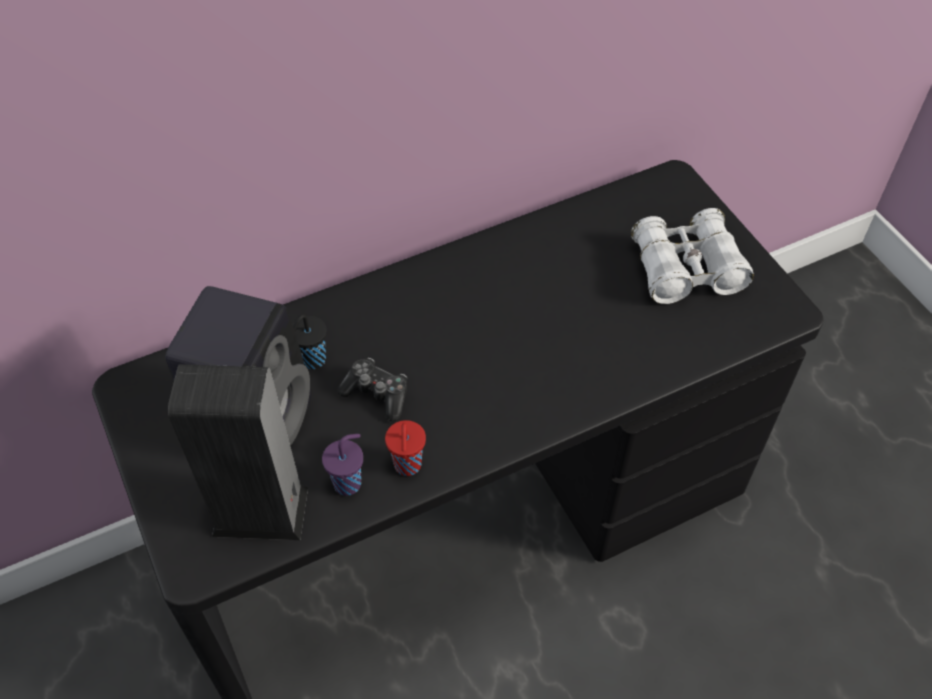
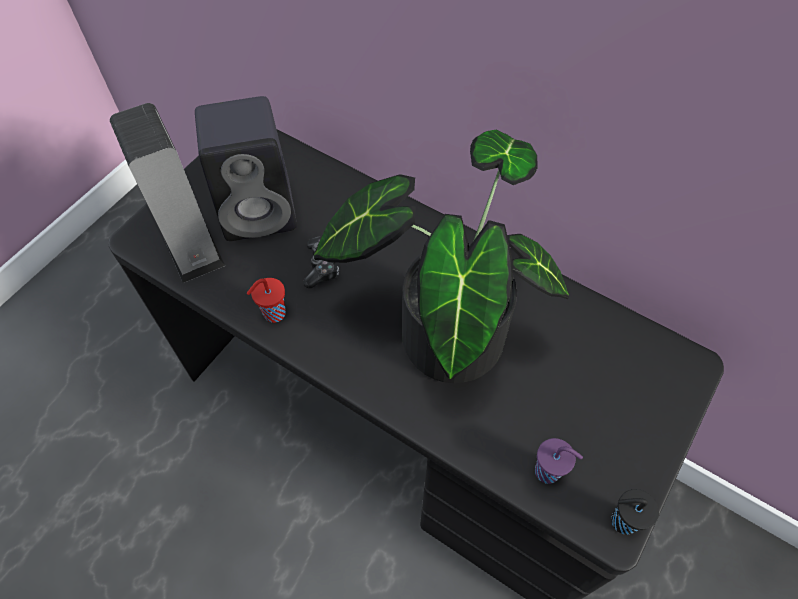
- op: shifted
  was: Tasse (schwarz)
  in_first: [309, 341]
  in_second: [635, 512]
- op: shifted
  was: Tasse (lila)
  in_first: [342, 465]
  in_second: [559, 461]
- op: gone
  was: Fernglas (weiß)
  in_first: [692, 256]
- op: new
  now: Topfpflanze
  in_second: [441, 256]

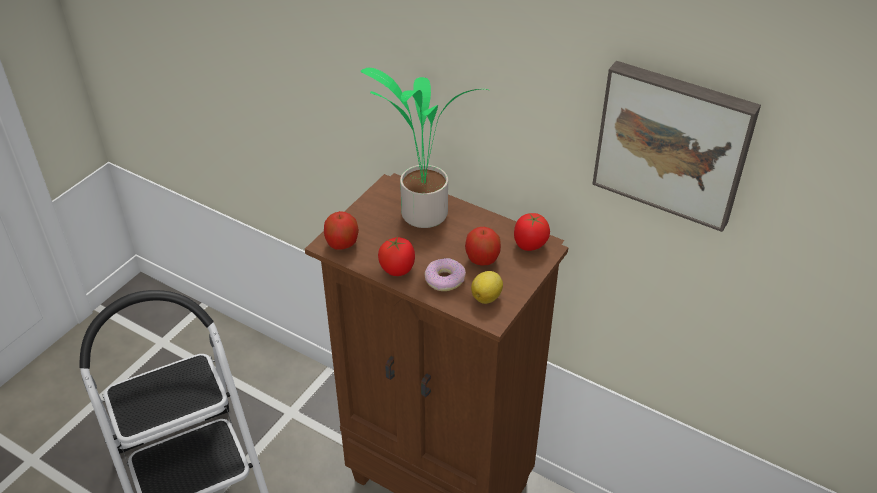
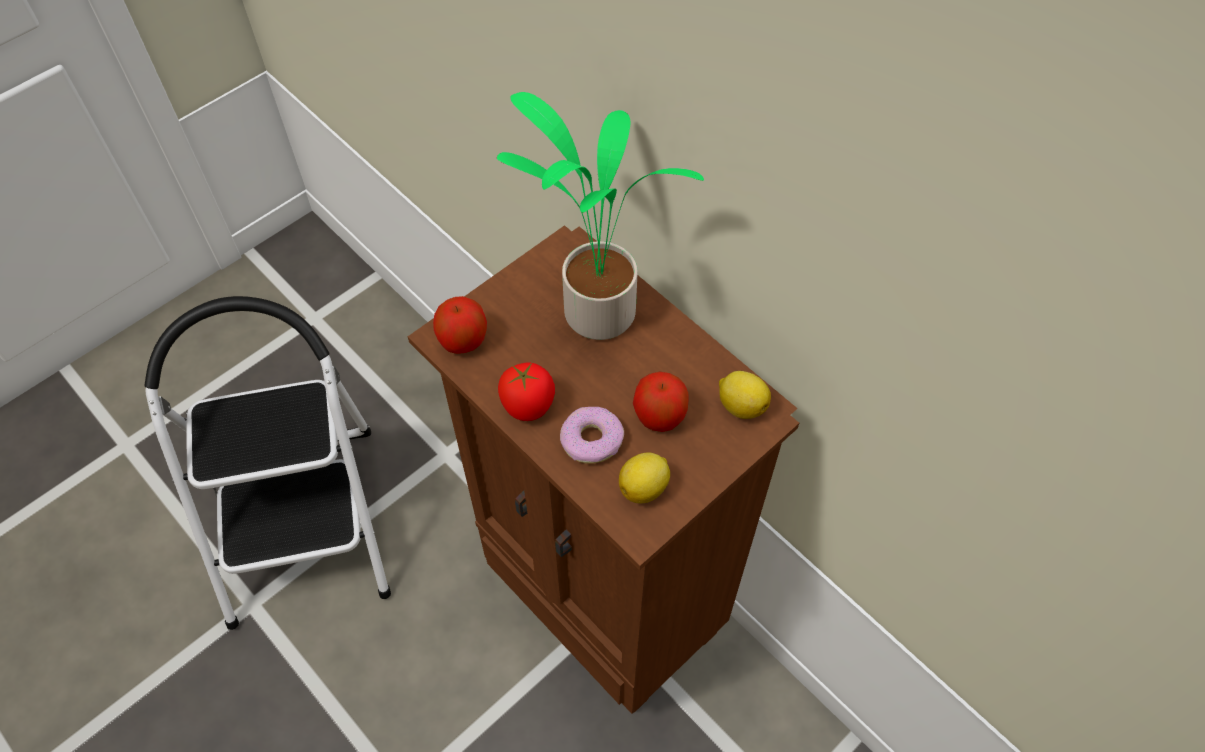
- op: swapped
  was: Tomate
  now: Zitrone
  in_first: [532, 232]
  in_second: [745, 395]
- op: gone
  was: Bild
  in_first: [676, 146]

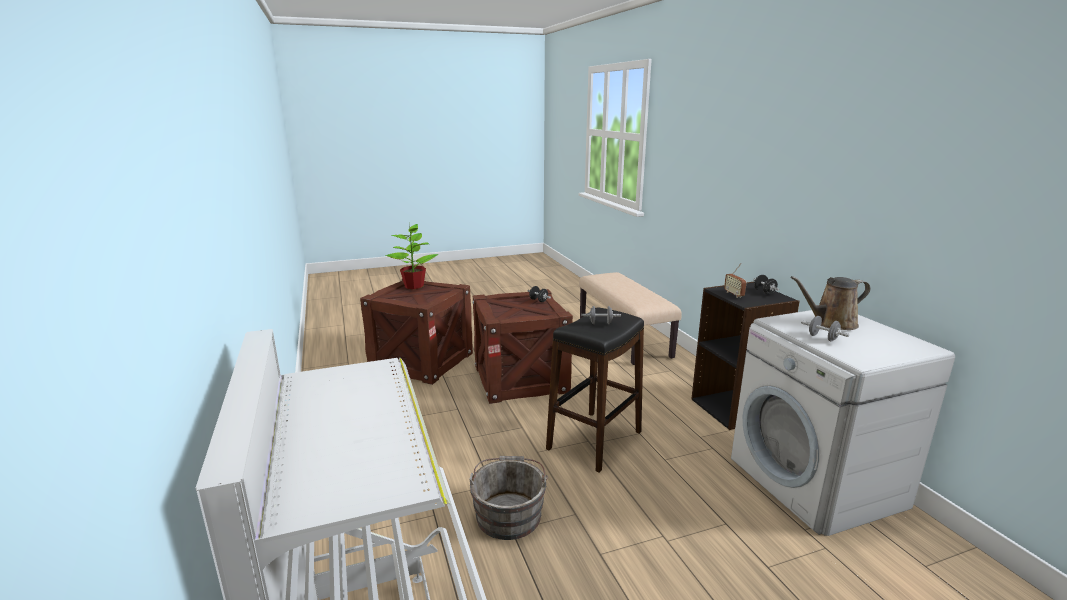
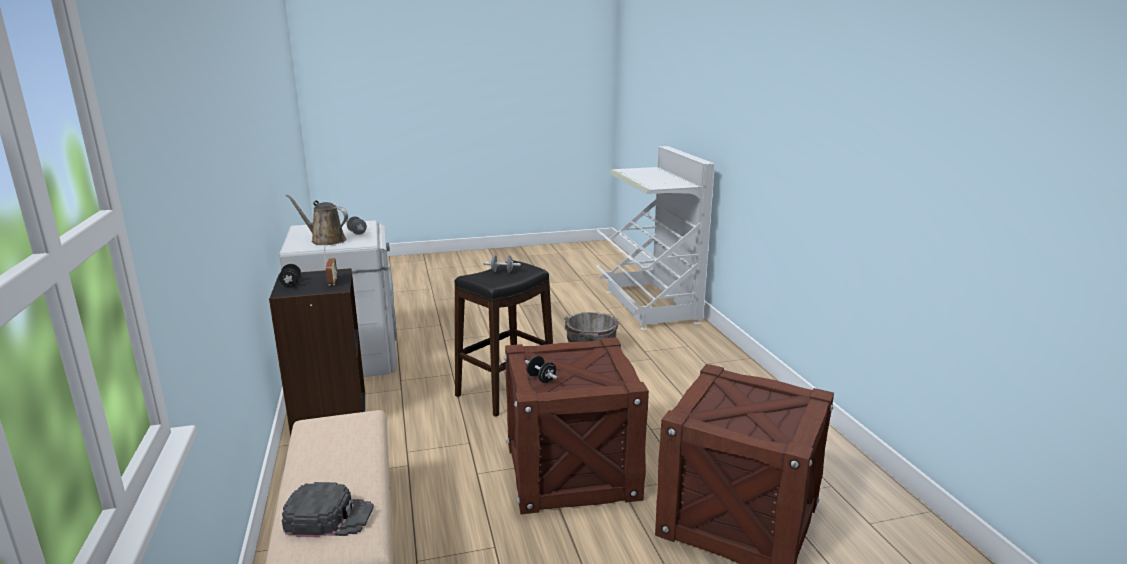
- op: gone
  was: Topfpflanze
  in_first: [412, 255]
- op: rotated
  was: Gießkanne (braun)
  in_first: [830, 303]
  in_second: [317, 219]
  clockwise: -150
- op: new
  now: Kappe (schwarz)
  in_second: [328, 509]

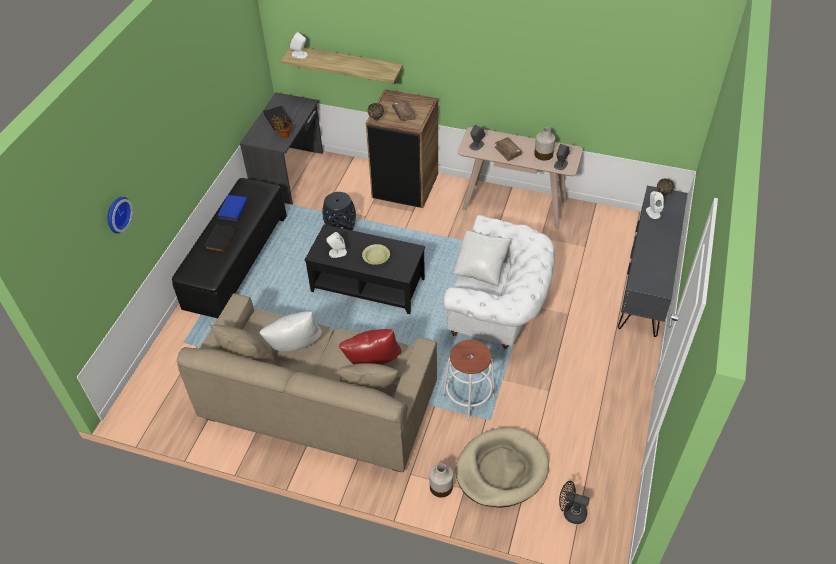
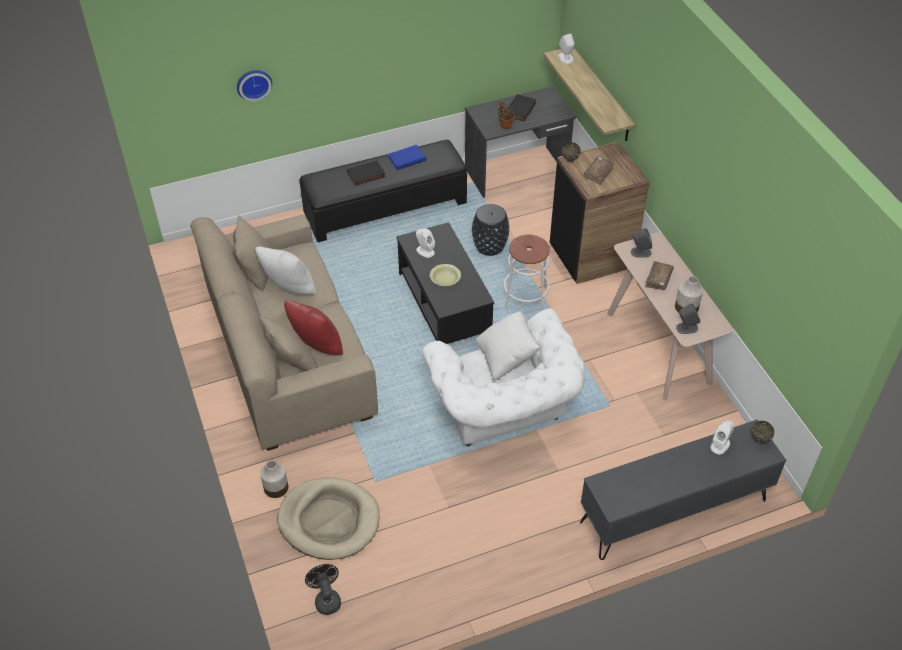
- op: shifted
  was: Hocker (weiß)
  in_first: [468, 380]
  in_second: [527, 273]

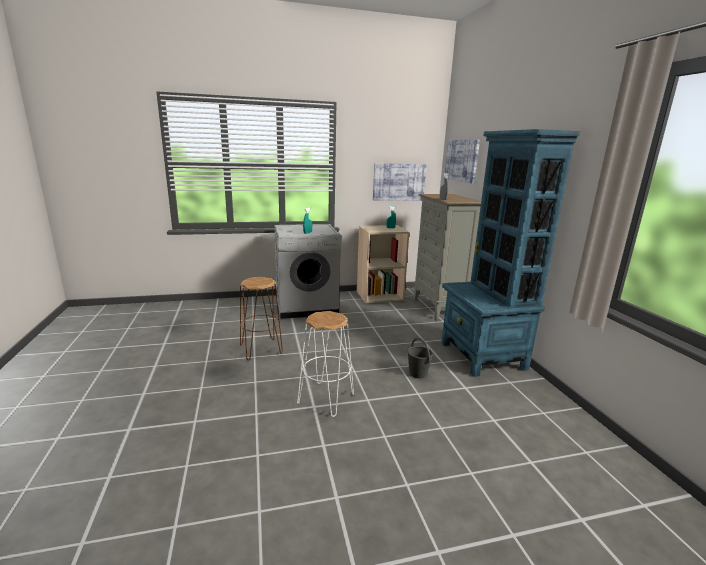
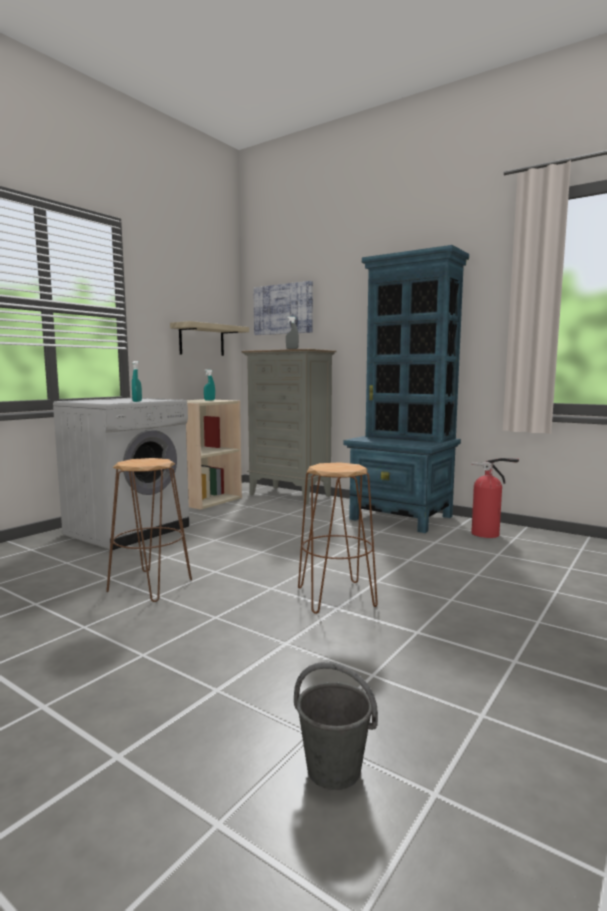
- op: repainted
  was: Hocker (weiß)
  now: Hocker (braun)
  in_first: [325, 364]
  in_second: [338, 538]
- op: swapped
  was: Bild
  now: Wandregal
  in_first: [400, 182]
  in_second: [209, 338]
- op: shifted
  was: Eimer (grau)
  in_first: [420, 357]
  in_second: [336, 726]
- op: new
  now: Feuerlöscher
  in_second: [495, 498]

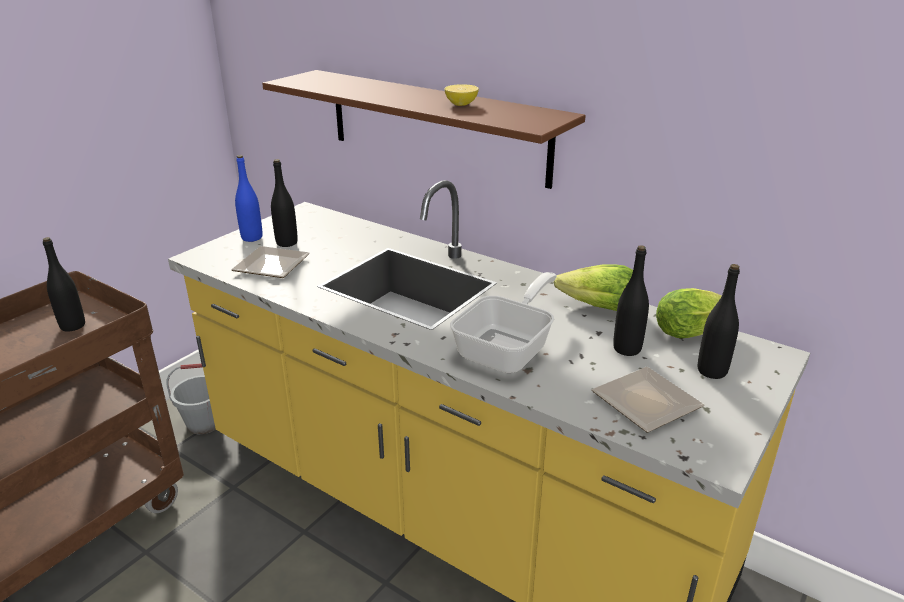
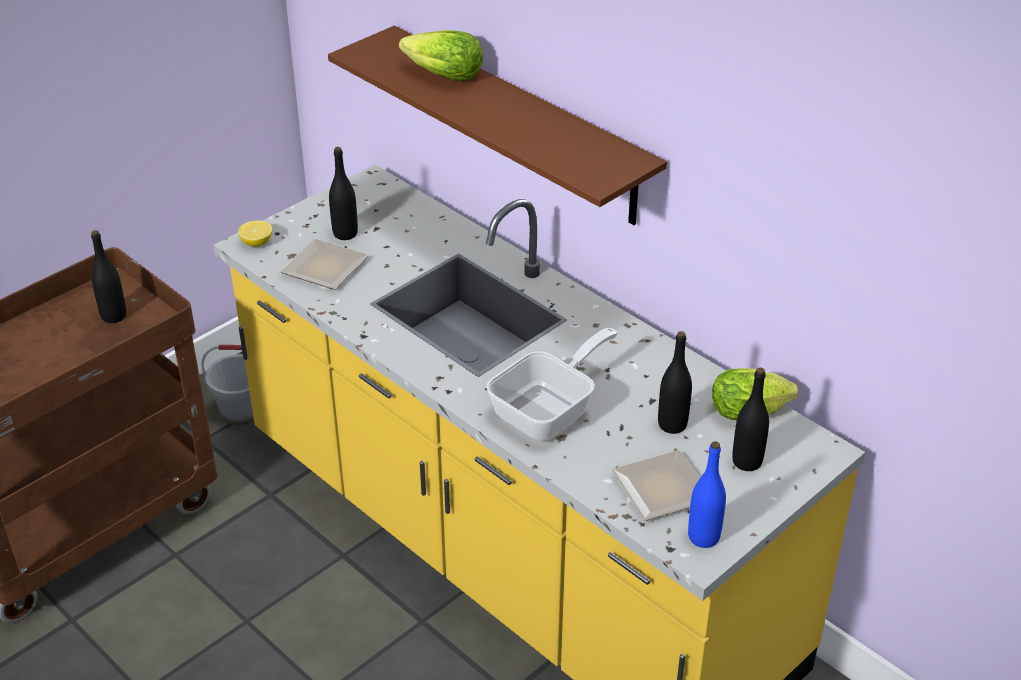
- op: shifted
  was: Flasche (blau)
  in_first: [249, 198]
  in_second: [707, 494]
- op: shifted
  was: Zitrone
  in_first: [461, 95]
  in_second: [255, 233]
- op: shifted
  was: Salatkopf
  in_first: [593, 288]
  in_second: [441, 55]

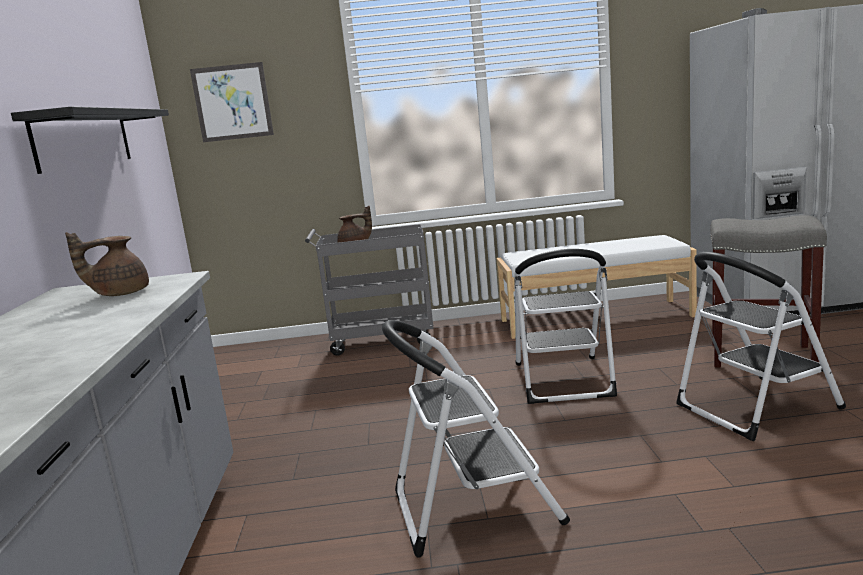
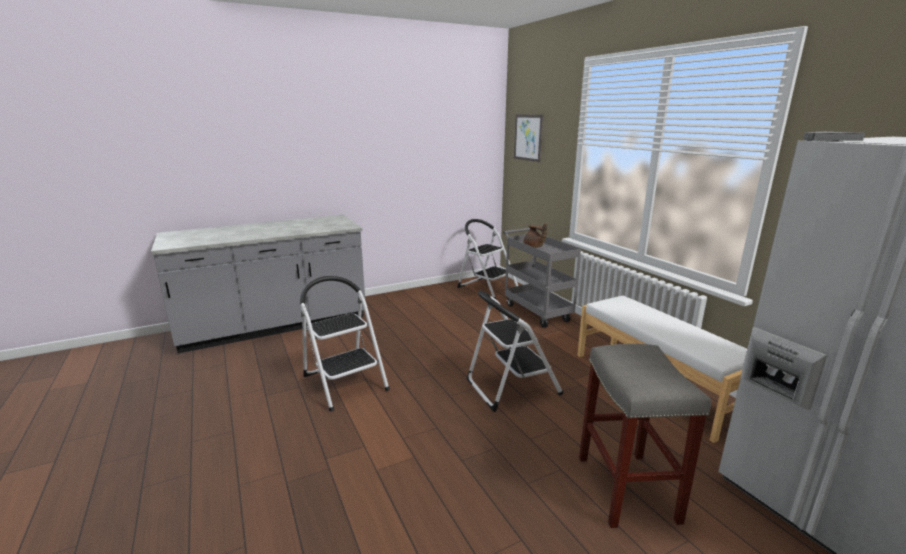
- op: gone
  was: Wandregal (schwarz)
  in_first: [90, 140]
- op: gone
  was: Teekanne (braun)
  in_first: [107, 264]
- op: shifted
  was: Trittleiter
  in_first: [761, 346]
  in_second: [487, 259]

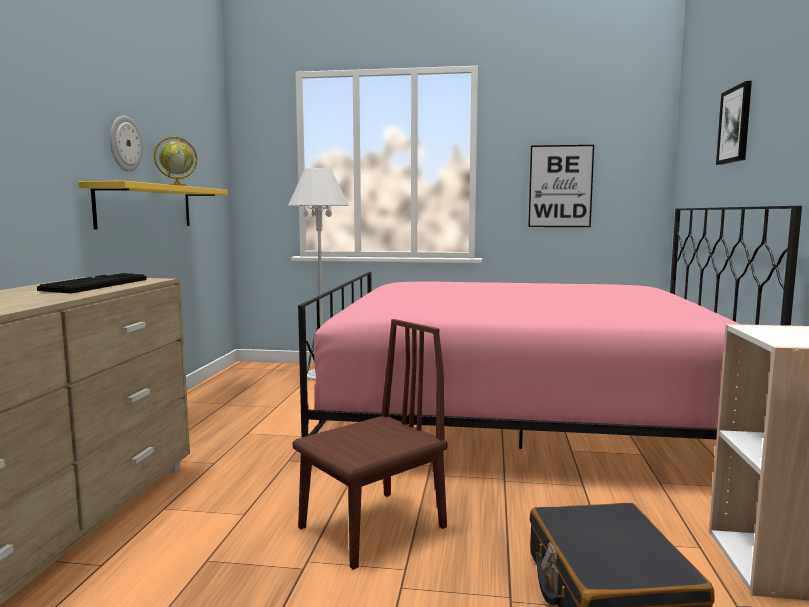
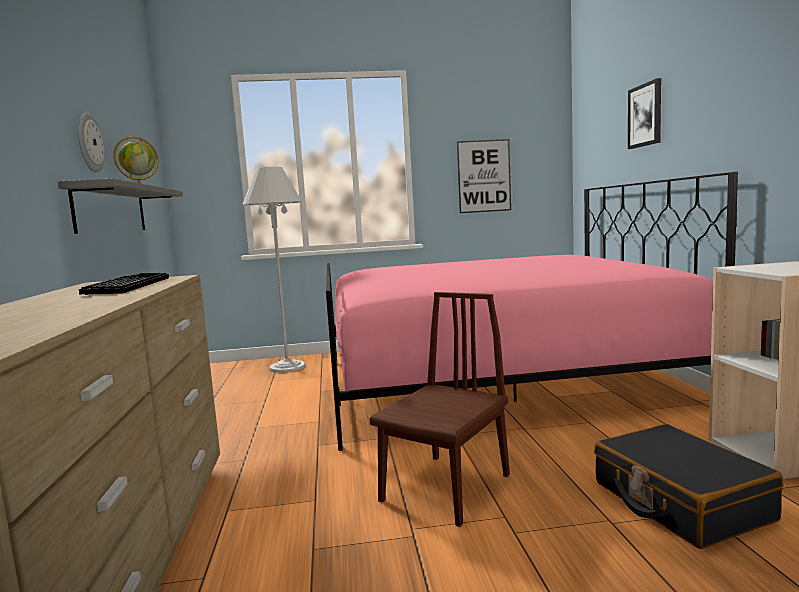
- op: repainted
  was: Wandregal (gelb)
  now: Wandregal (grau)
  in_first: [153, 205]
  in_second: [120, 206]

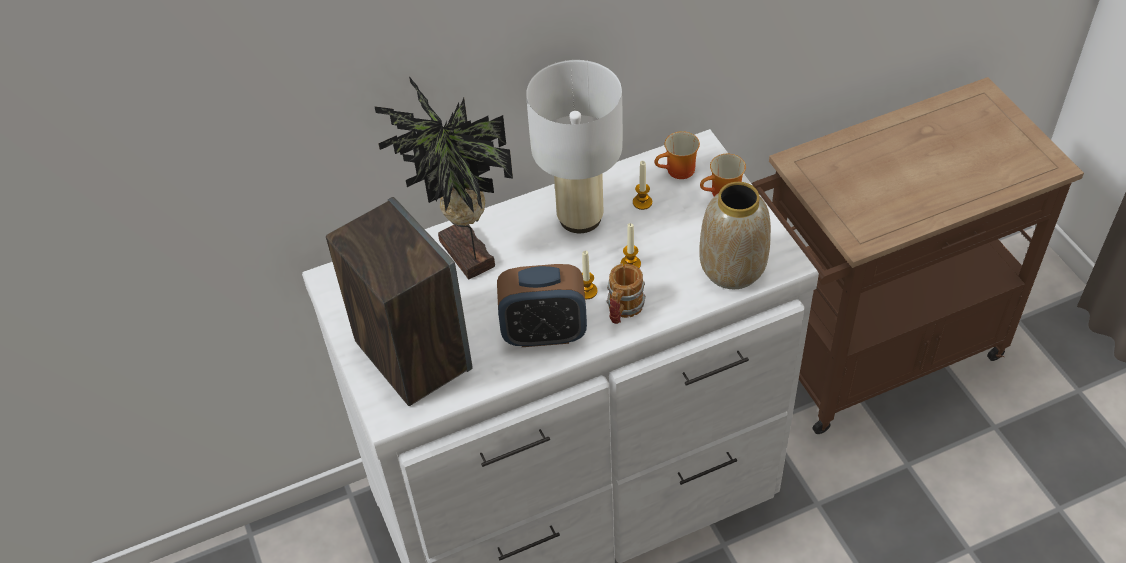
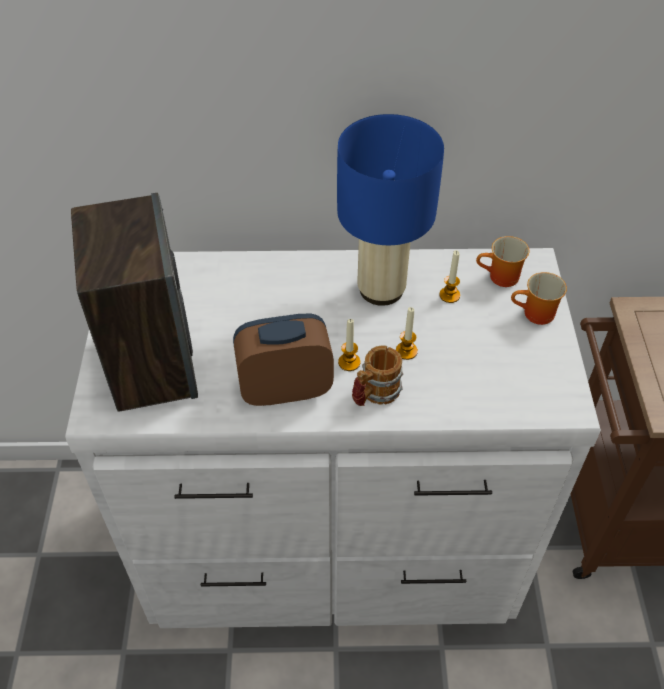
- op: gone
  was: Topfpflanze
  in_first: [443, 177]
- op: rotated
  was: Wecker
  in_first: [542, 305]
  in_second: [283, 359]
  clockwise: 150
- op: repainted
  was: Tischlampe (weiß)
  now: Tischlampe (blau)
  in_first: [574, 146]
  in_second: [390, 210]
- op: gone
  was: Vase
  in_first: [735, 235]

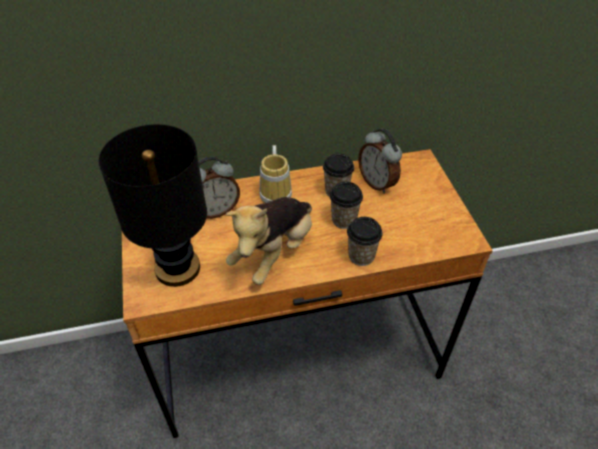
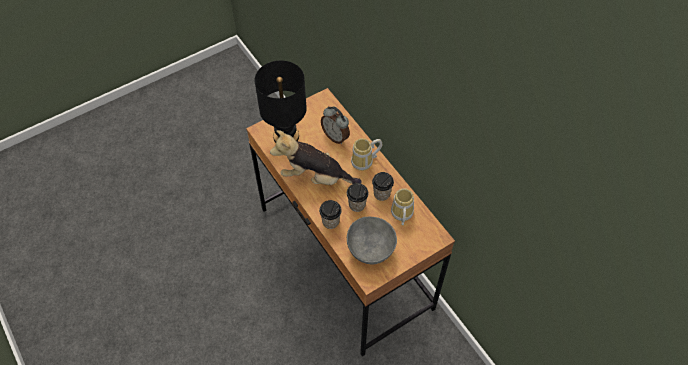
- op: swapped
  was: Wecker
  now: Henkelbecher
  in_first: [380, 161]
  in_second: [402, 206]
- op: new
  now: Schüssel (grau)
  in_second: [372, 240]

